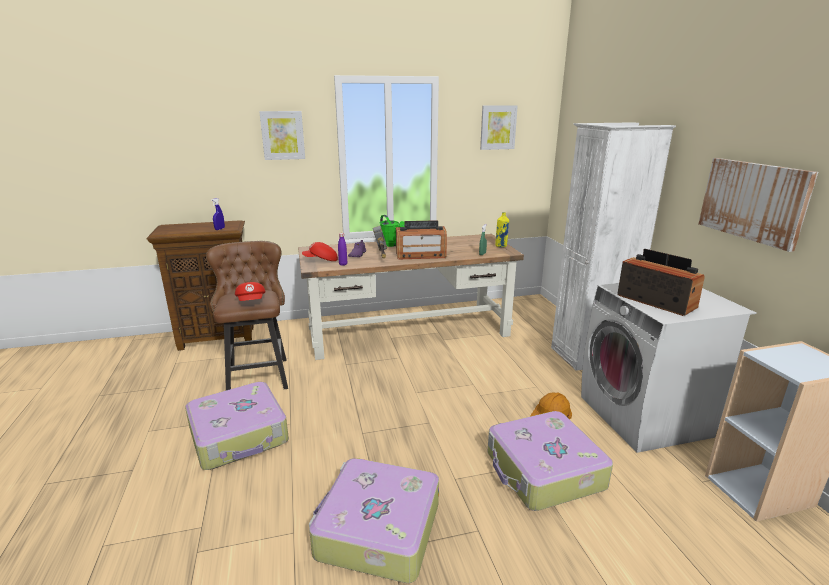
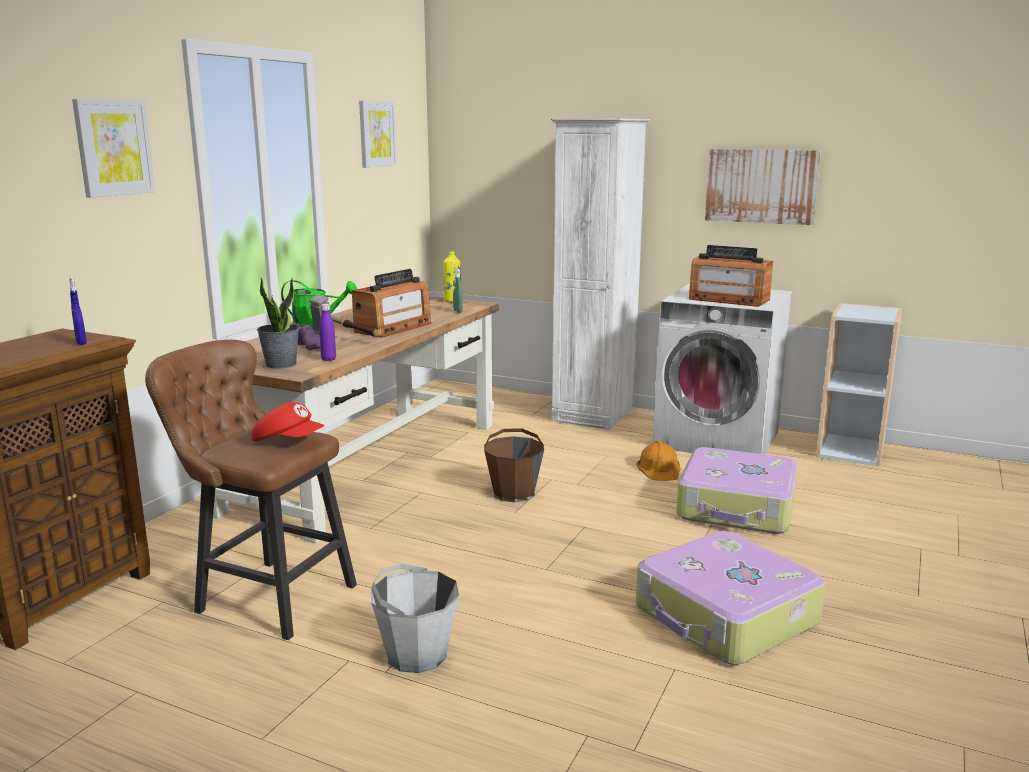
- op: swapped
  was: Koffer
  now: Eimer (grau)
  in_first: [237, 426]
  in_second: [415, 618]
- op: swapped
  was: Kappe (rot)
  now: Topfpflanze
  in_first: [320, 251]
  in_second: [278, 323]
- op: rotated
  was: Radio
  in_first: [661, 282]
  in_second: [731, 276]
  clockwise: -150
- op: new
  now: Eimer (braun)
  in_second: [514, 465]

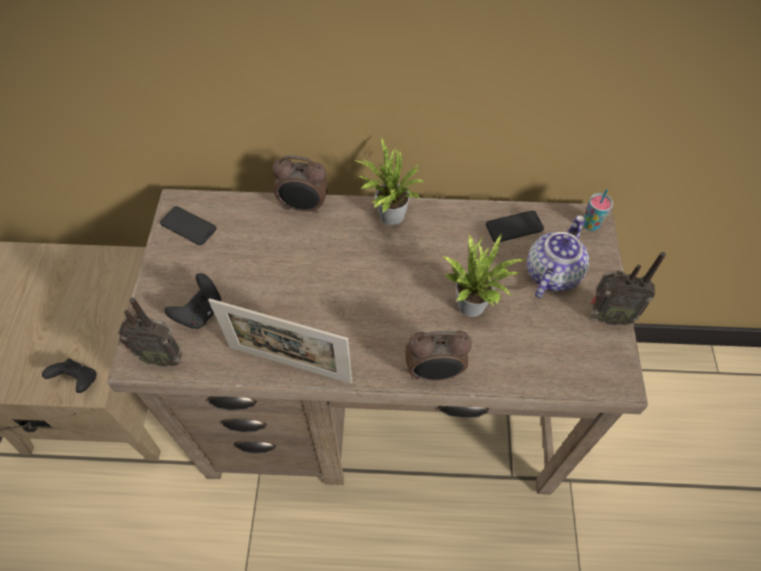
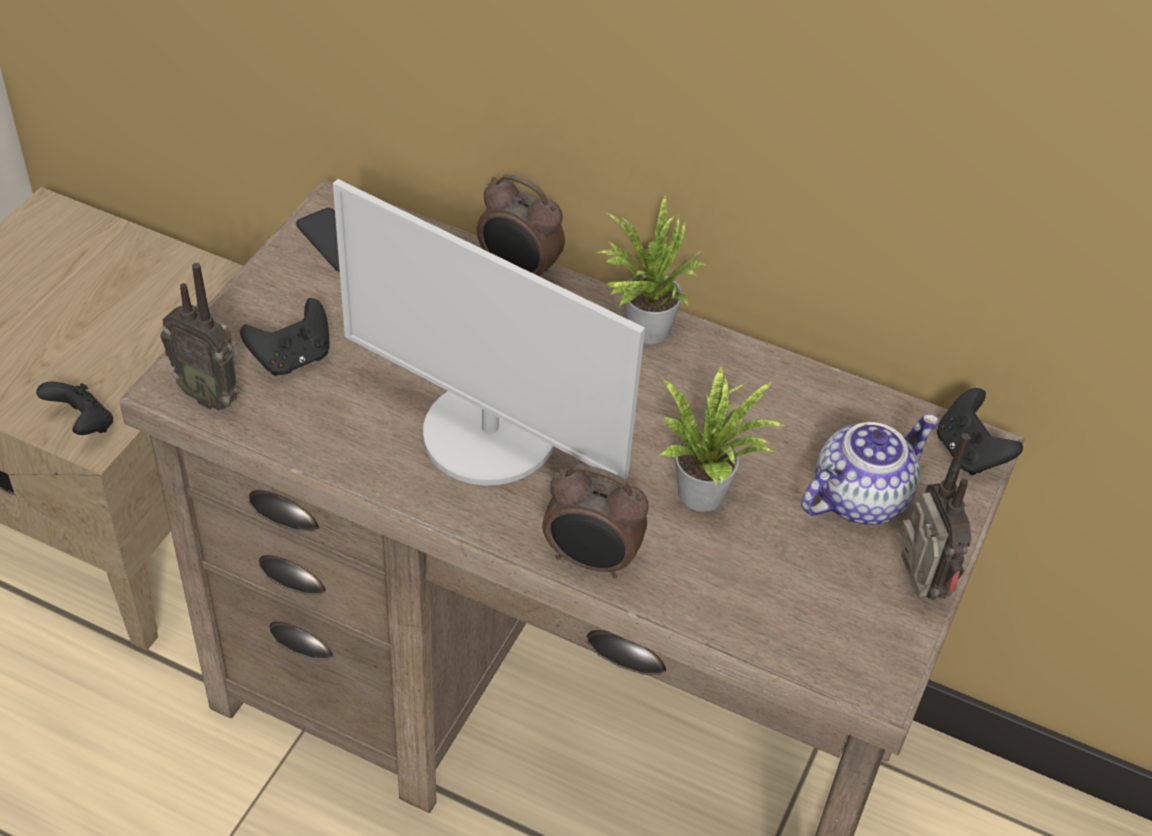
- op: gone
  was: Bilderrahmen
  in_first: [280, 341]
- op: gone
  was: Handy
  in_first: [515, 226]
- op: swapped
  was: Tasse
  now: Gamepad (schwarz)
  in_first: [598, 210]
  in_second: [980, 431]
- op: rotated
  was: Radio
  in_first: [628, 288]
  in_second: [935, 516]
  clockwise: -135
- op: new
  now: Monitor
  in_second: [489, 332]

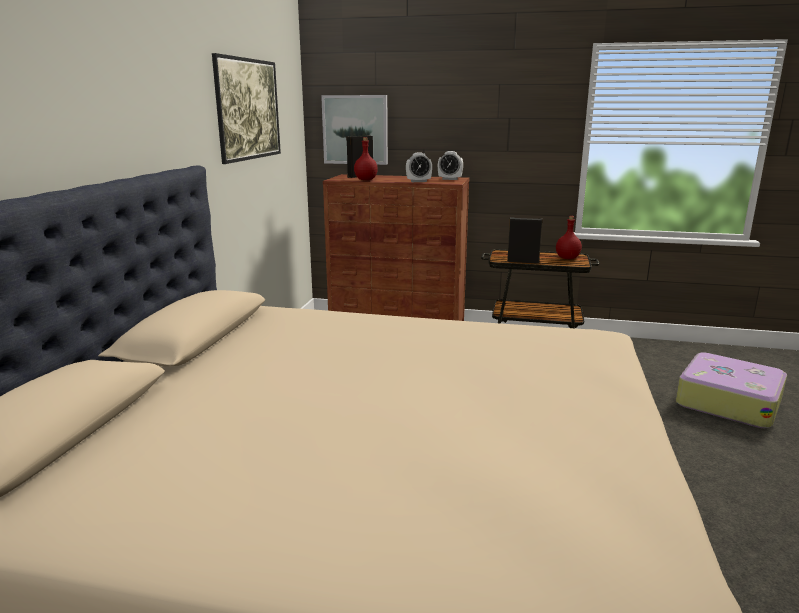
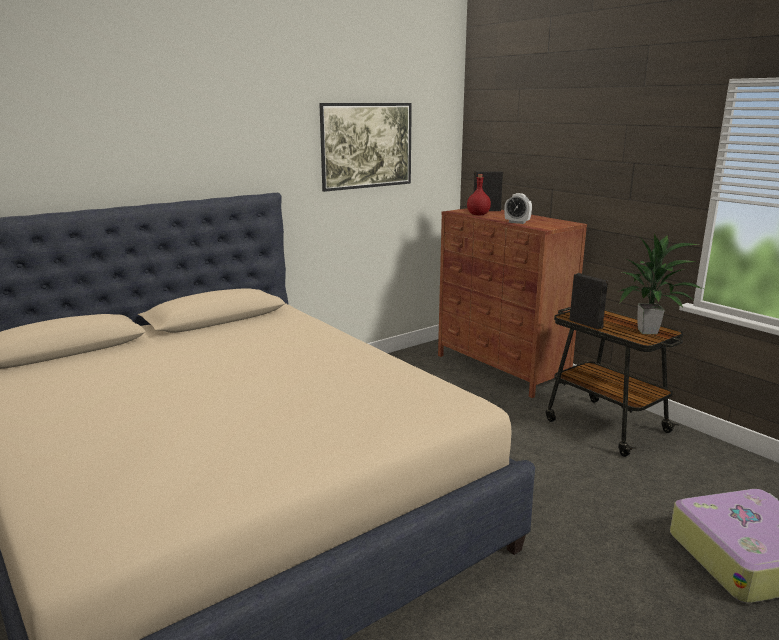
- op: gone
  was: Bild
  in_first: [354, 130]
- op: gone
  was: Wecker
  in_first: [450, 165]
- op: swapped
  was: Flasche (rot)
  now: Topfpflanze
  in_first: [569, 237]
  in_second: [660, 284]

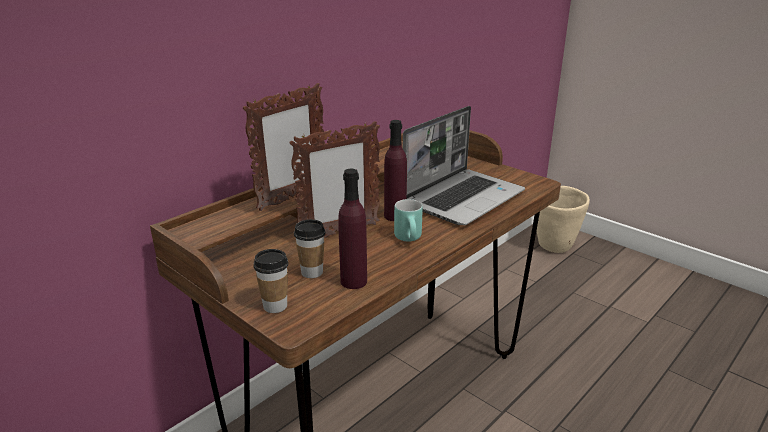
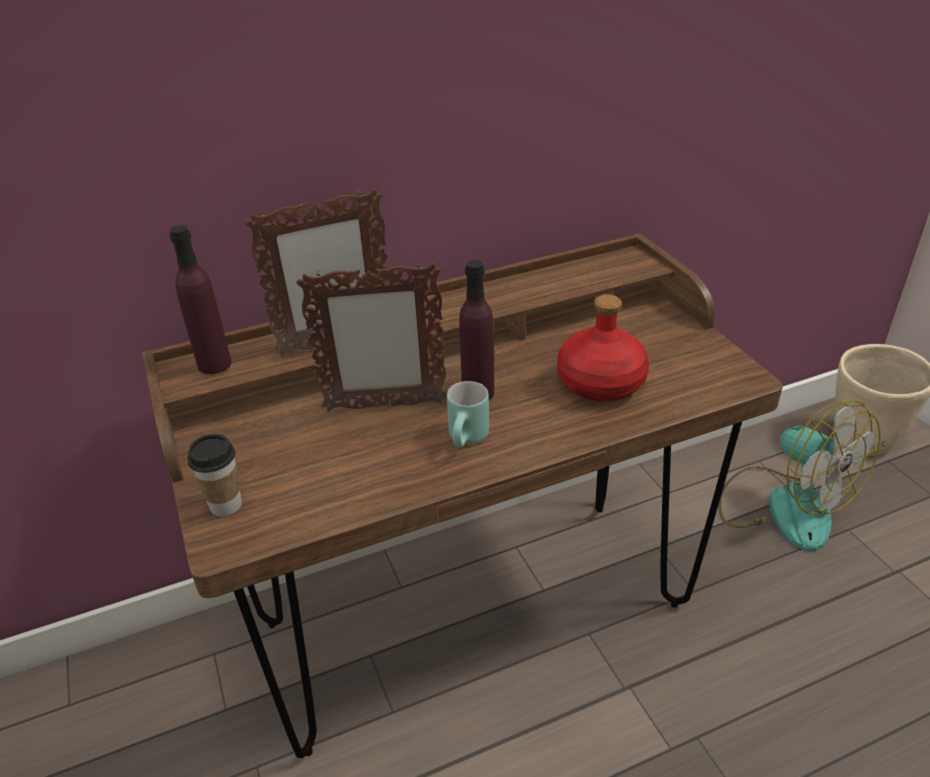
- op: gone
  was: Tasse
  in_first: [309, 248]
- op: shifted
  was: Flasche (lila)
  in_first: [352, 229]
  in_second: [200, 299]
- op: swapped
  was: Laptop
  now: Flasche (rot)
  in_first: [464, 165]
  in_second: [603, 347]
- op: new
  now: Ventilator
  in_second: [799, 475]

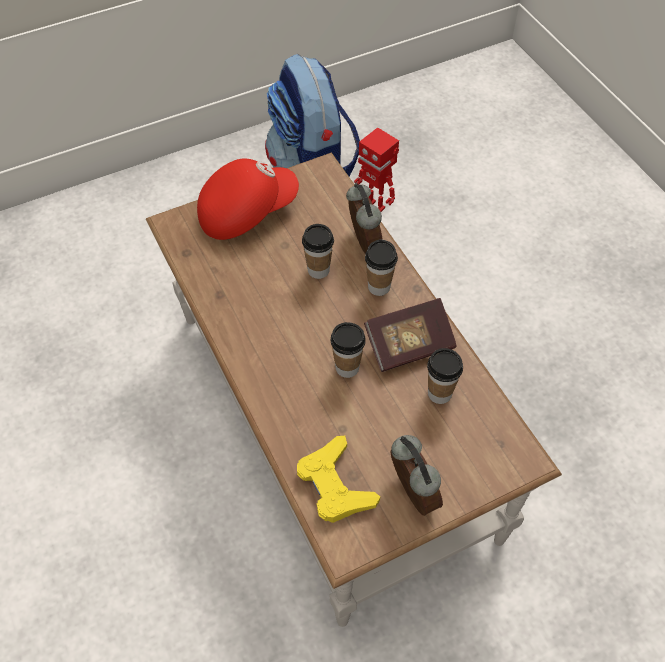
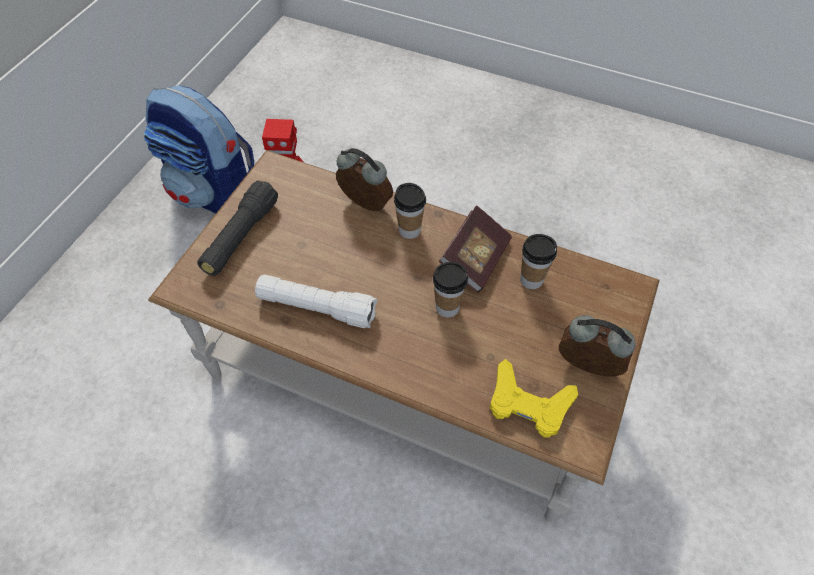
- op: swapped
  was: Kappe (rot)
  now: Taschenlampe (schwarz)
  in_first: [248, 199]
  in_second: [237, 228]
- op: gone
  was: Tasse
  in_first: [318, 251]
- op: new
  now: Taschenlampe (weiß)
  in_second: [316, 301]

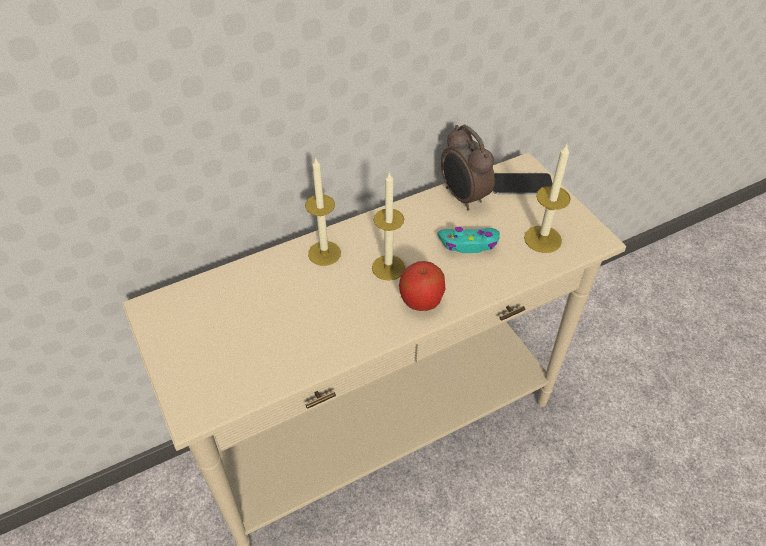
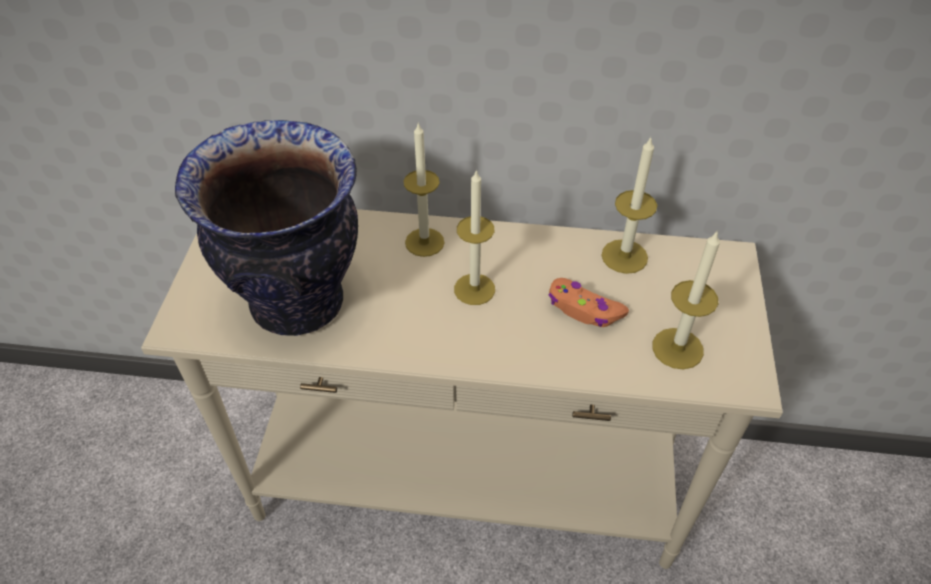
- op: gone
  was: Apfel
  in_first: [422, 286]
- op: repainted
  was: Gamepad (türkis)
  now: Gamepad (orange)
  in_first: [468, 240]
  in_second: [589, 302]
- op: swapped
  was: Wecker
  now: Kerze
  in_first: [468, 168]
  in_second: [629, 205]
- op: gone
  was: Handy
  in_first: [522, 183]
- op: new
  now: Vase
  in_second: [266, 228]

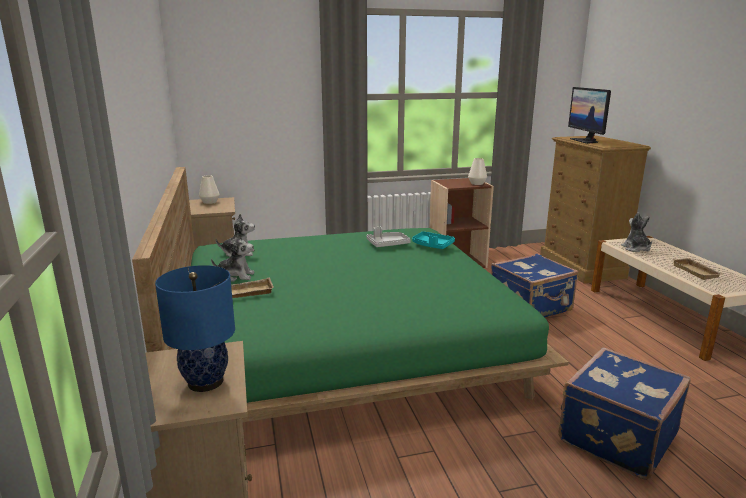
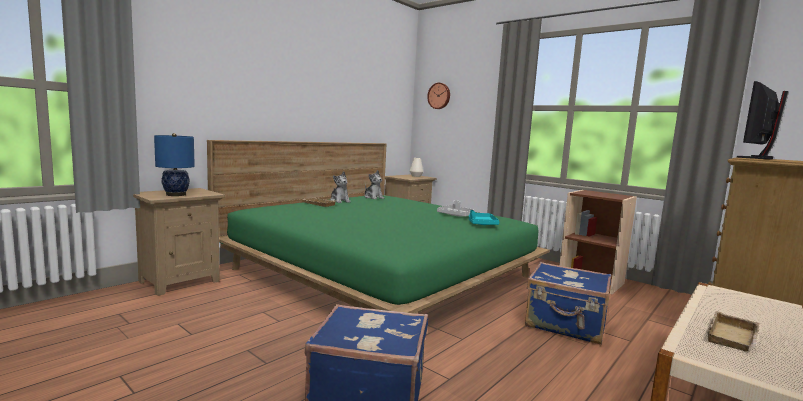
- op: gone
  was: Vase (weiß)
  in_first: [477, 171]
- op: gone
  was: Plüschtier
  in_first: [636, 232]
- op: new
  now: Wanduhr
  in_second: [438, 96]

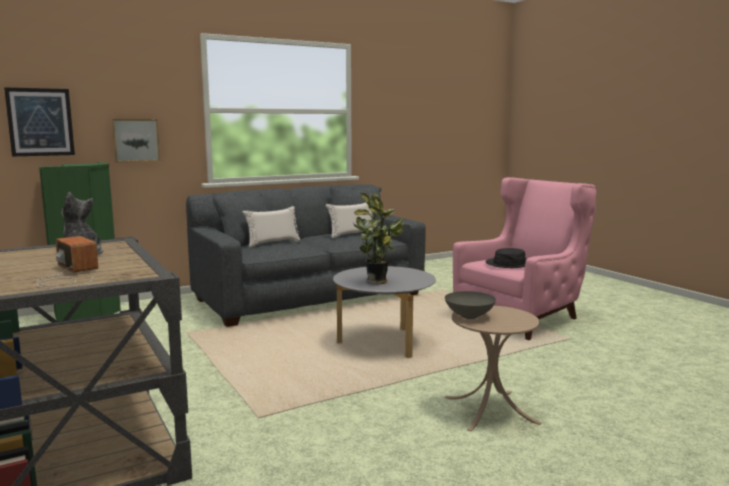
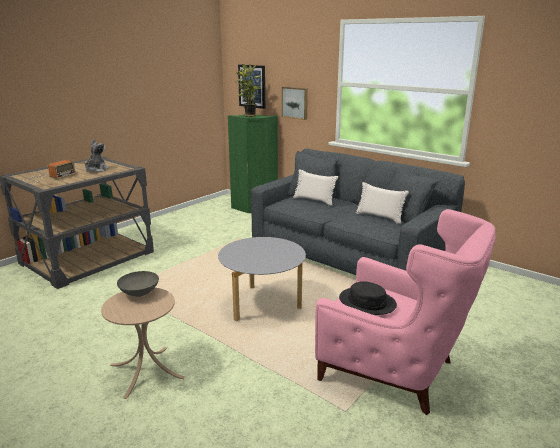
- op: shifted
  was: Topfpflanze
  in_first: [379, 238]
  in_second: [248, 90]

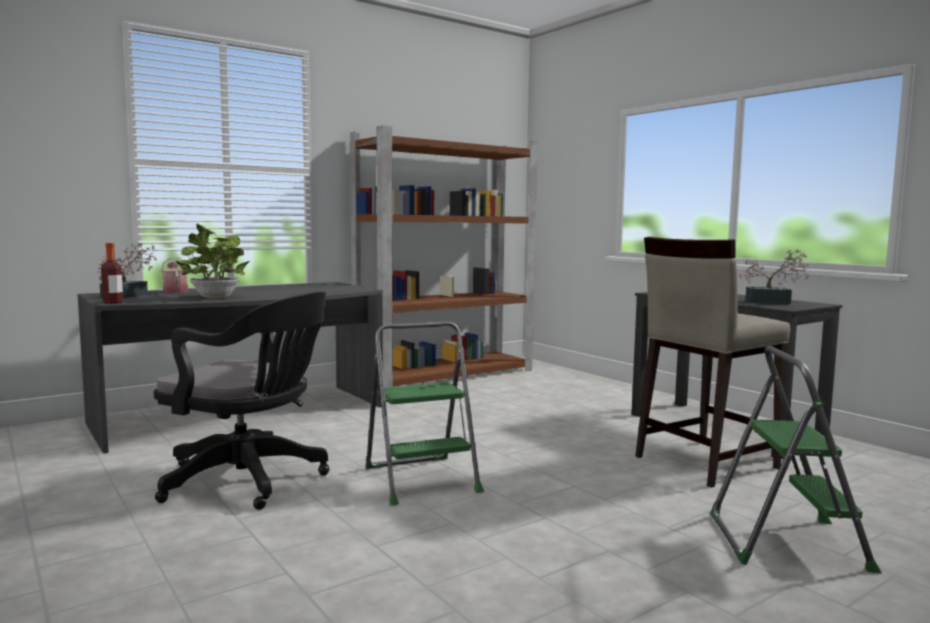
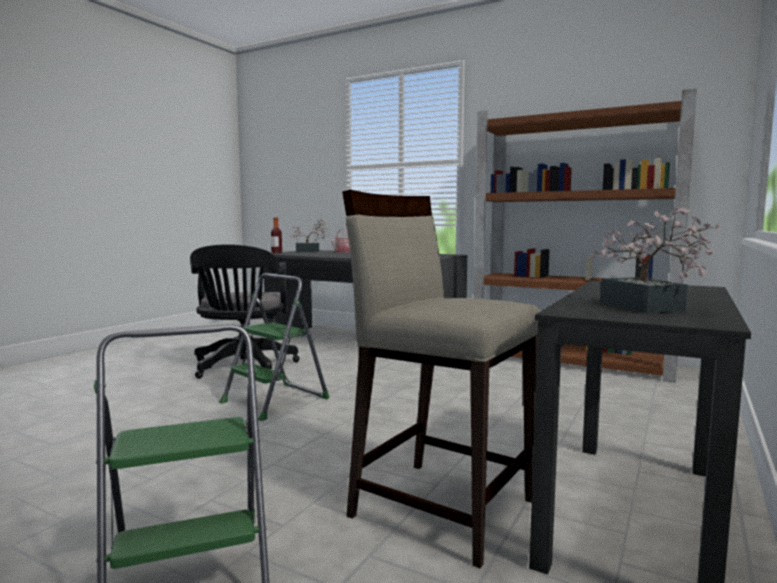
- op: gone
  was: Topfpflanze
  in_first: [213, 261]

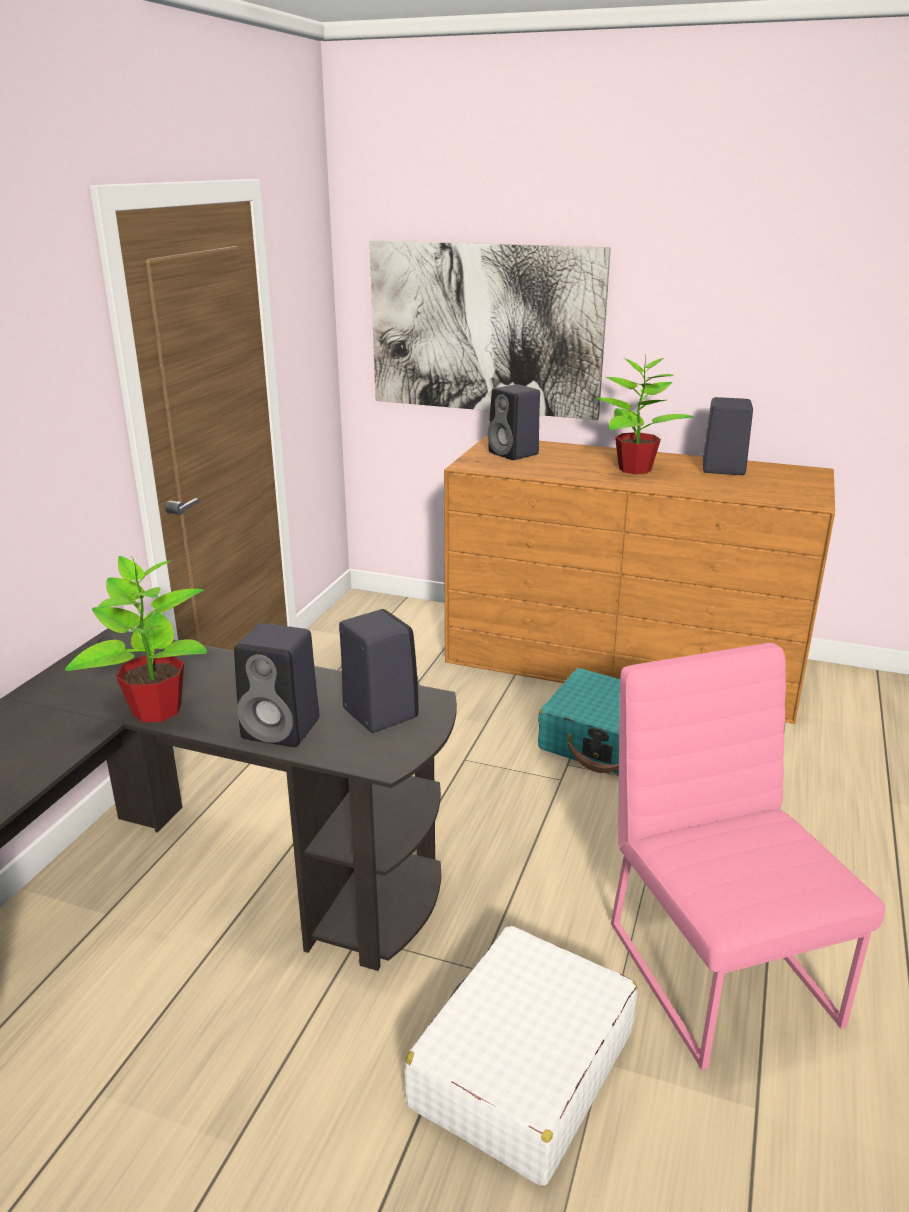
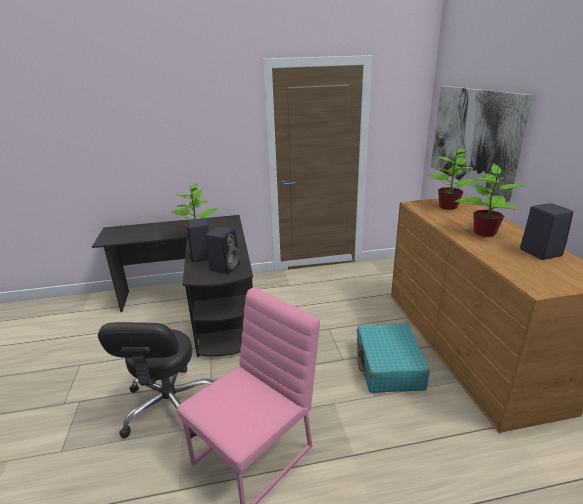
- op: swapped
  was: Koffer (weiß)
  now: Bürostuhl (schwarz)
  in_first: [520, 1056]
  in_second: [156, 380]
- op: swapped
  was: Lautsprecher (schwarz)
  now: Topfpflanze
  in_first: [514, 422]
  in_second: [452, 178]

